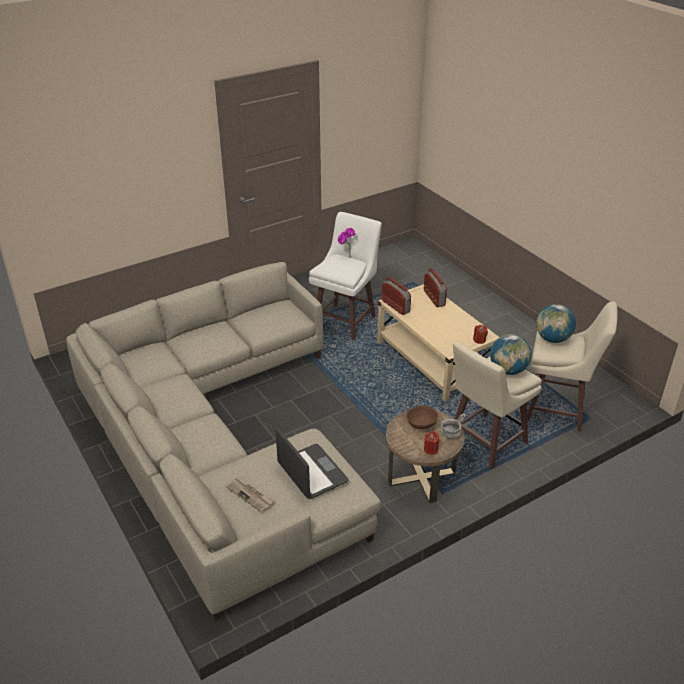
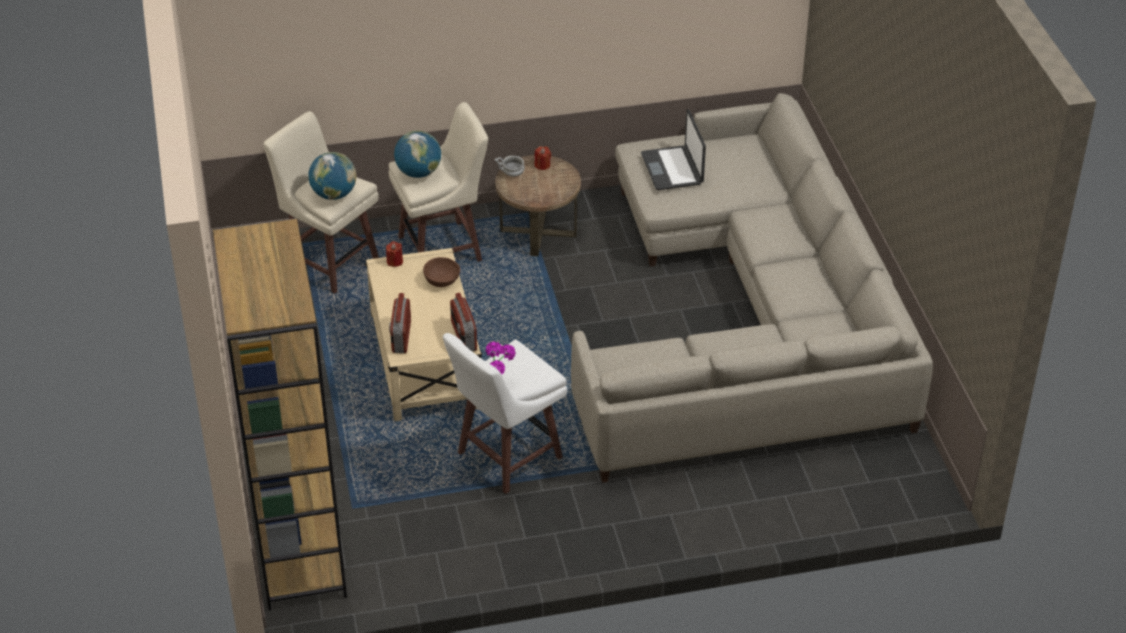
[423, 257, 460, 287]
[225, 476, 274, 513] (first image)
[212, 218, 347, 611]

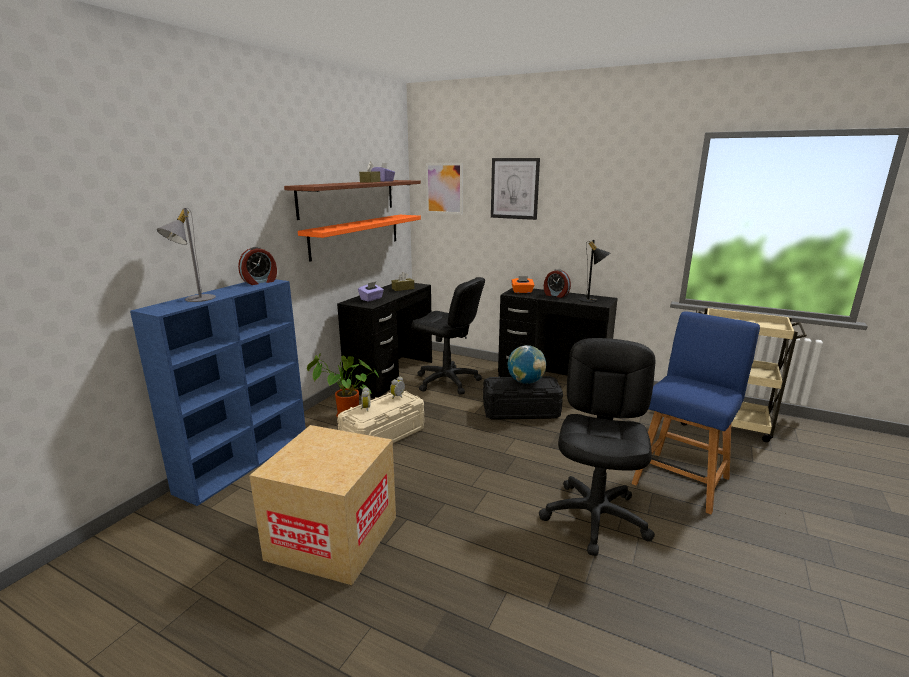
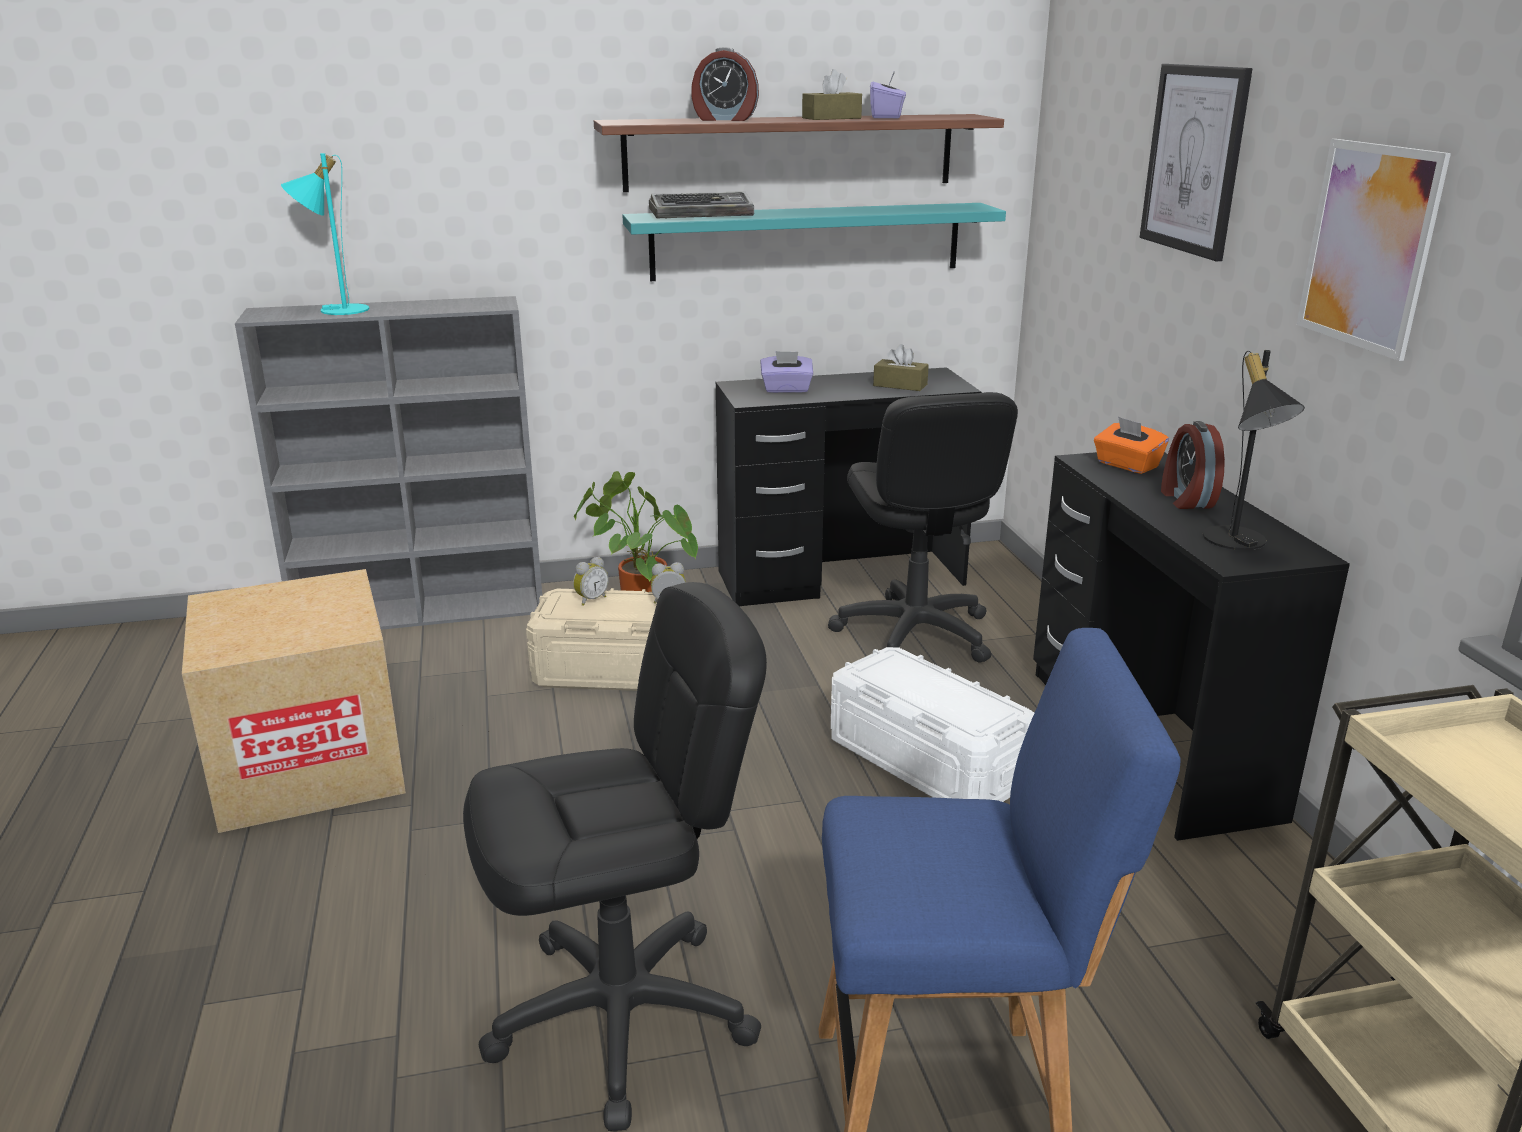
[1297, 139, 1451, 361]
[281, 153, 369, 315]
[623, 203, 1006, 281]
[691, 47, 759, 121]
[235, 296, 542, 630]
[508, 345, 546, 384] (first image)
[831, 647, 1034, 802]
[649, 191, 754, 219]

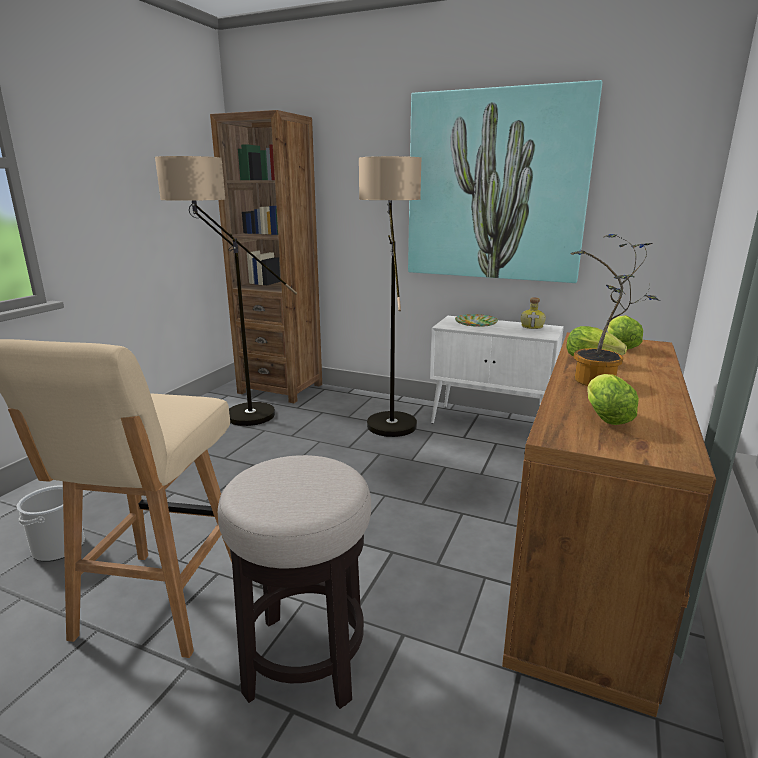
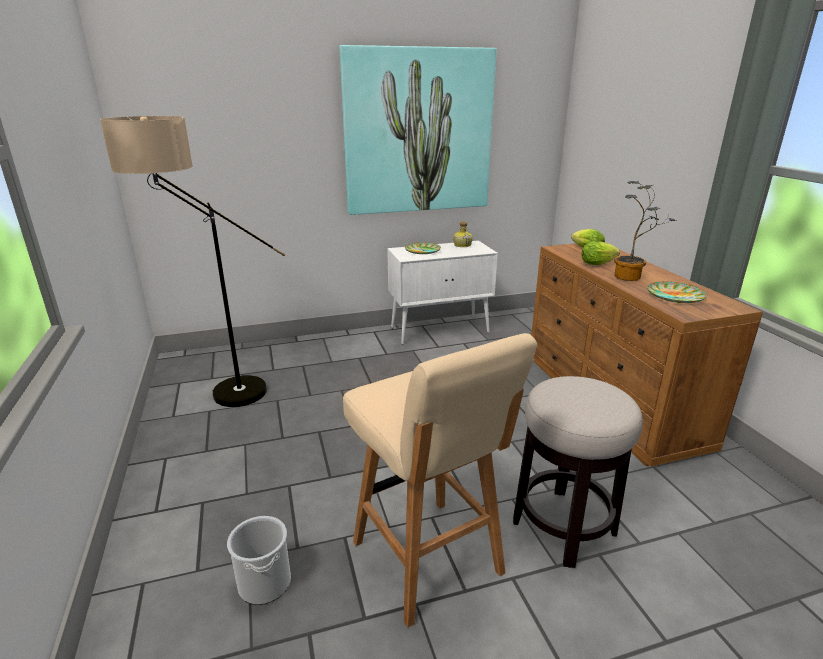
[210, 110, 322, 403] (first image)
[359, 156, 421, 437] (first image)
[647, 282, 707, 303]

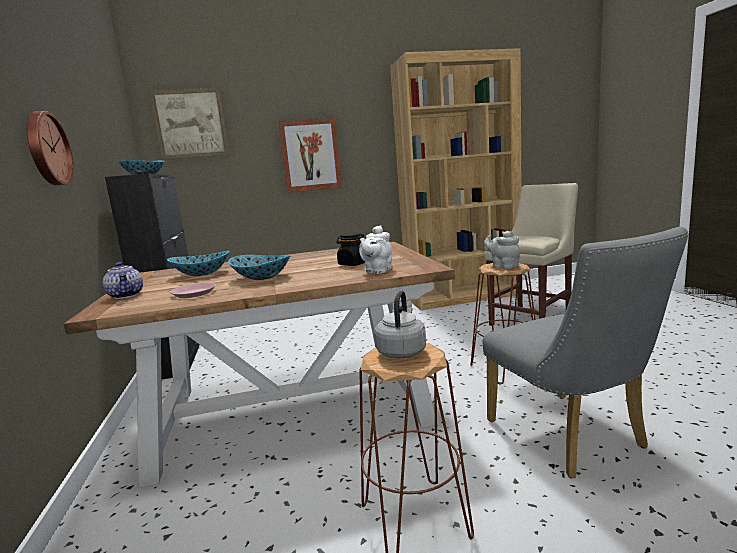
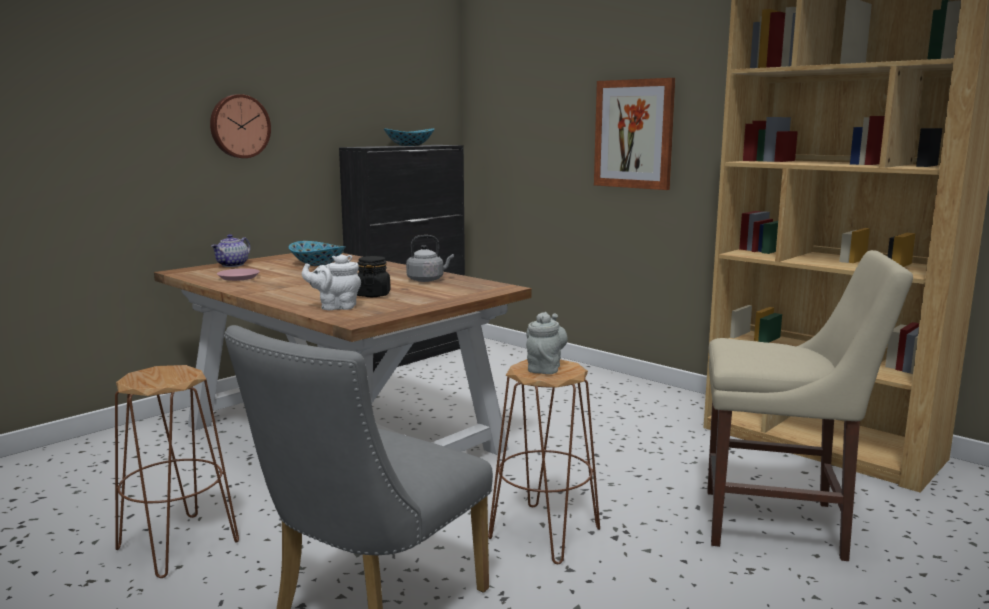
[149, 88, 229, 160] (first image)
[228, 255, 291, 280] (first image)
[406, 235, 454, 282]

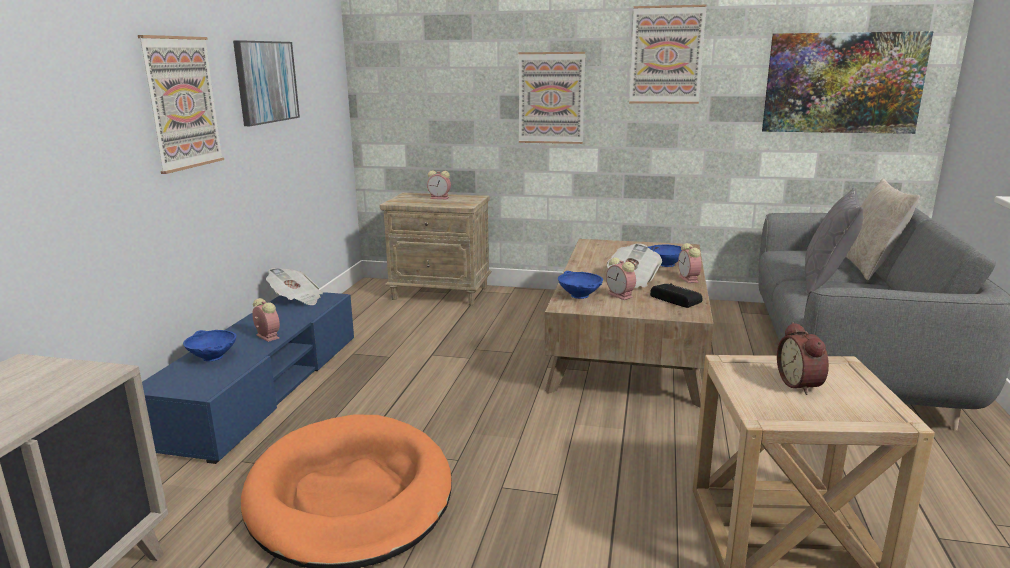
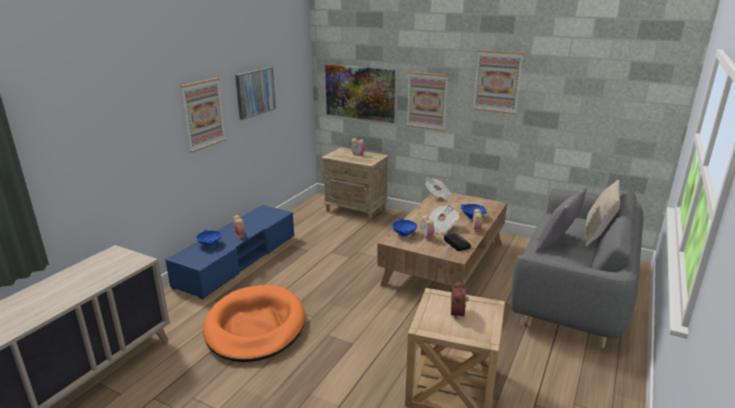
[325, 64, 395, 123]
[425, 178, 453, 201]

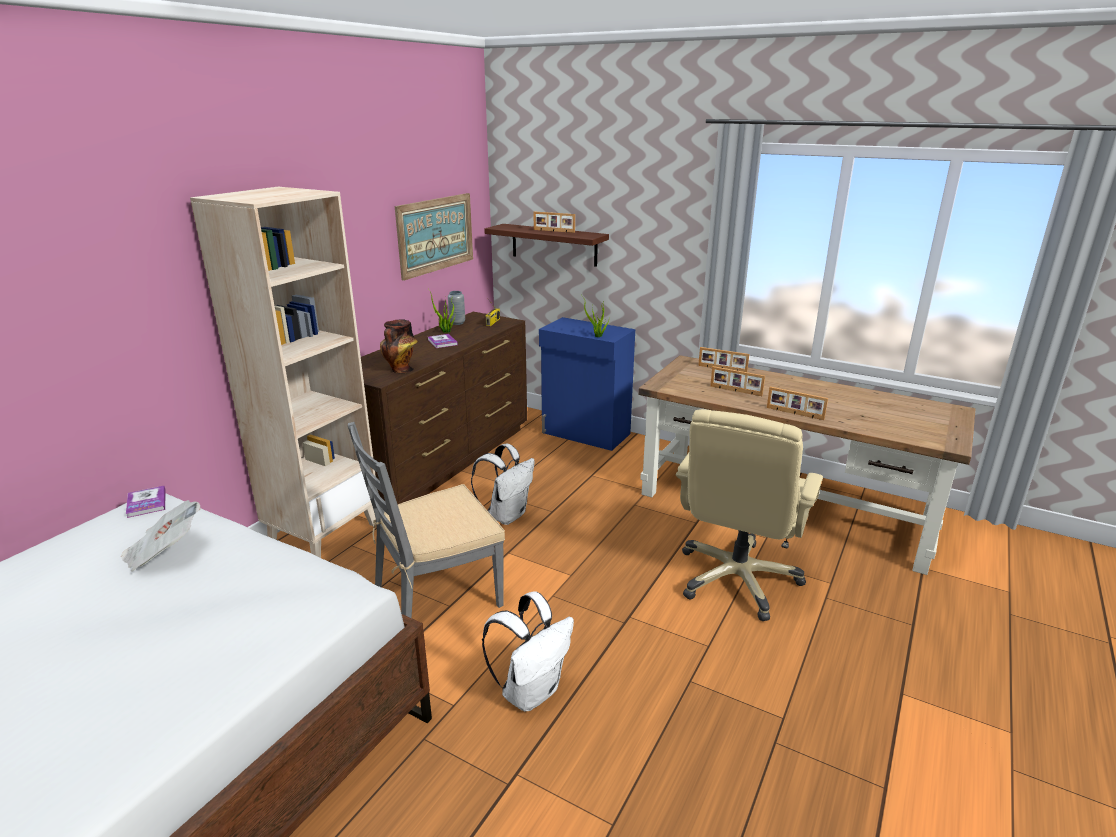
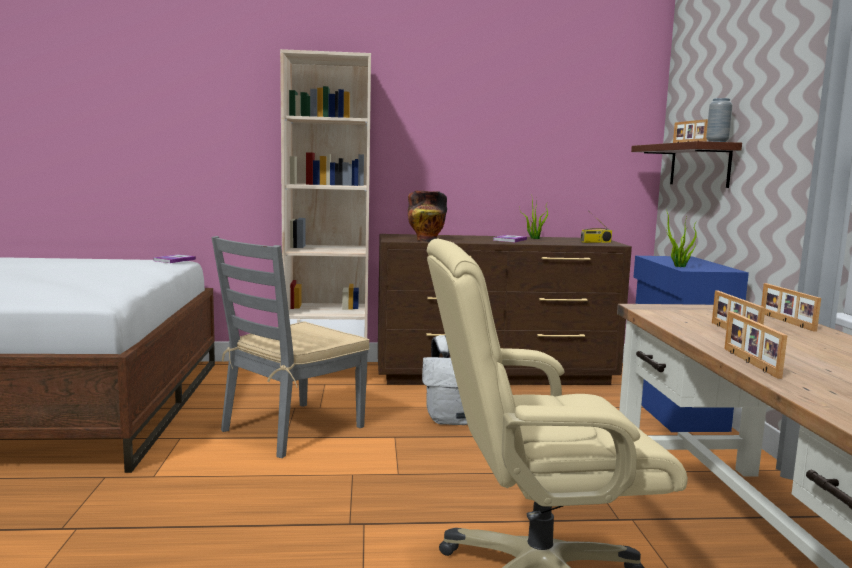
[395, 193, 473, 281] (first image)
[706, 98, 733, 142]
[212, 236, 369, 458]
[121, 500, 201, 571] (first image)
[482, 591, 574, 711] (first image)

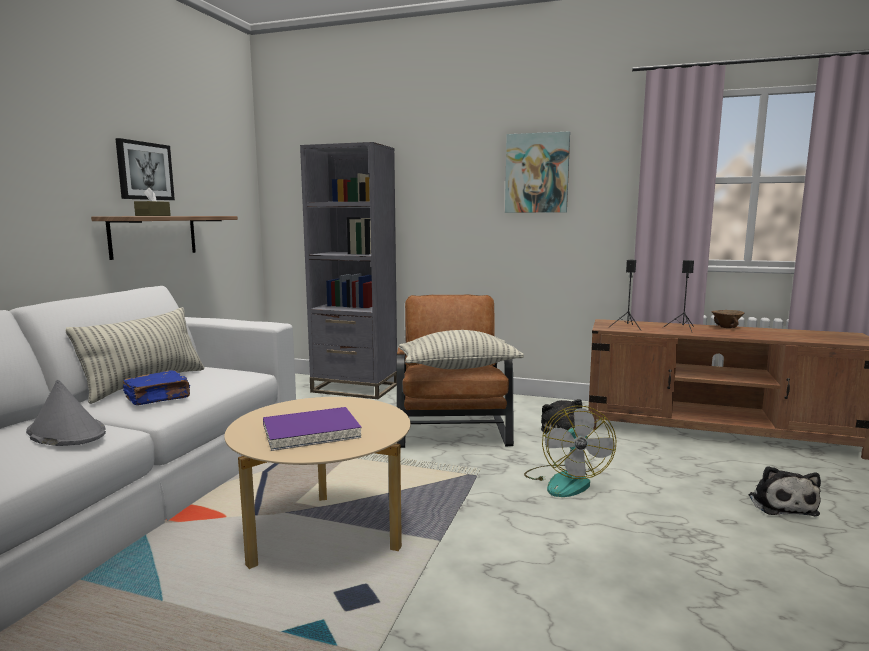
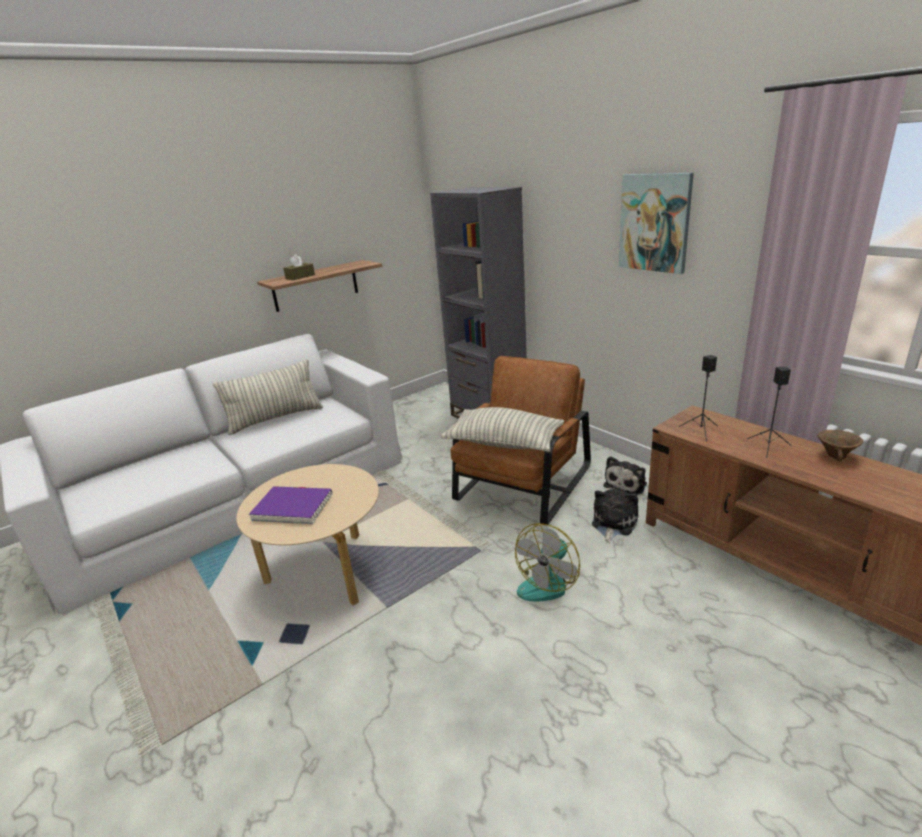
[115, 138, 175, 200] (first image)
[123, 370, 190, 405] (first image)
[26, 379, 106, 446] (first image)
[604, 456, 647, 495]

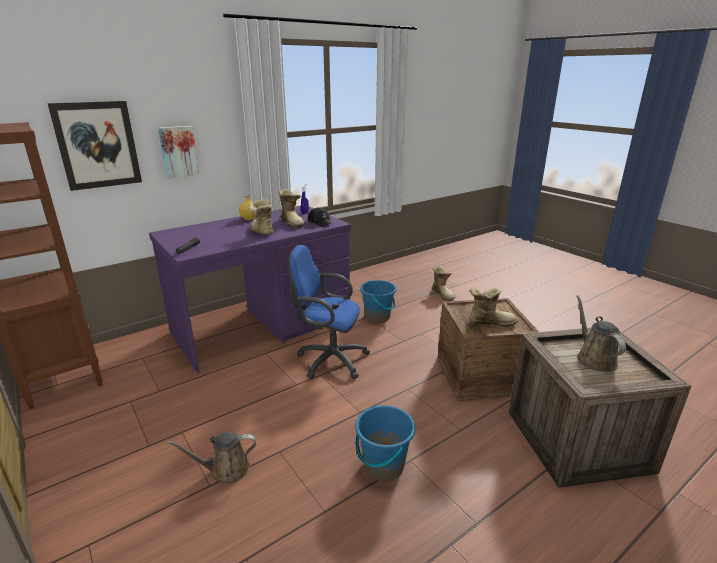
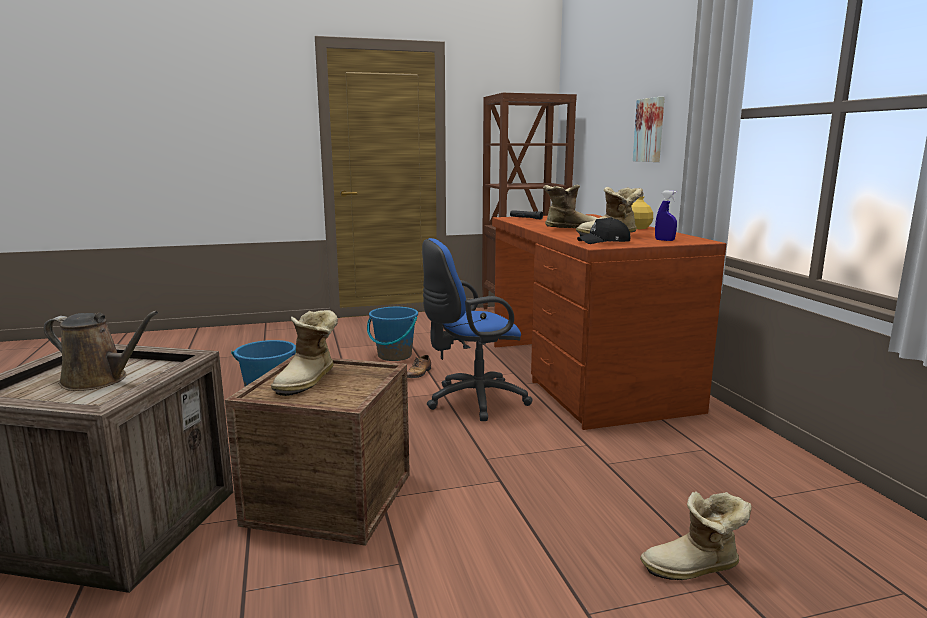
[47, 101, 142, 191] (first image)
[492, 214, 726, 430]
[422, 238, 532, 421]
[367, 307, 418, 361]
[167, 432, 256, 484] (first image)
[407, 355, 431, 378]

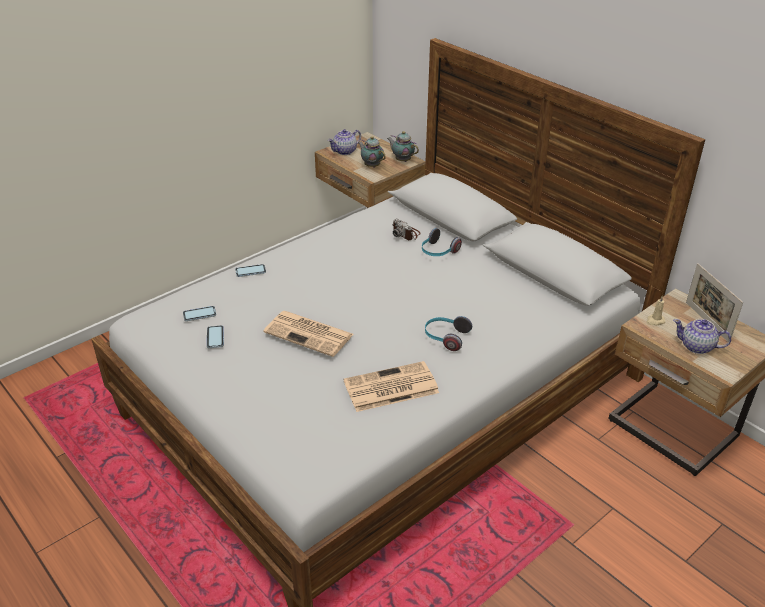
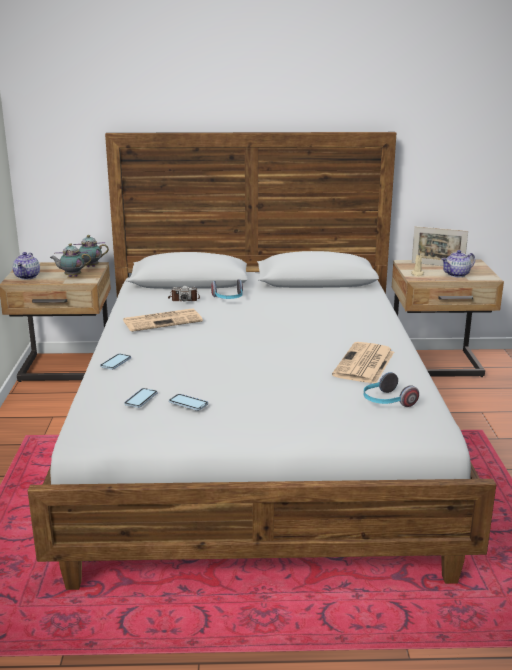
[123, 308, 203, 332]
[364, 372, 419, 407]

